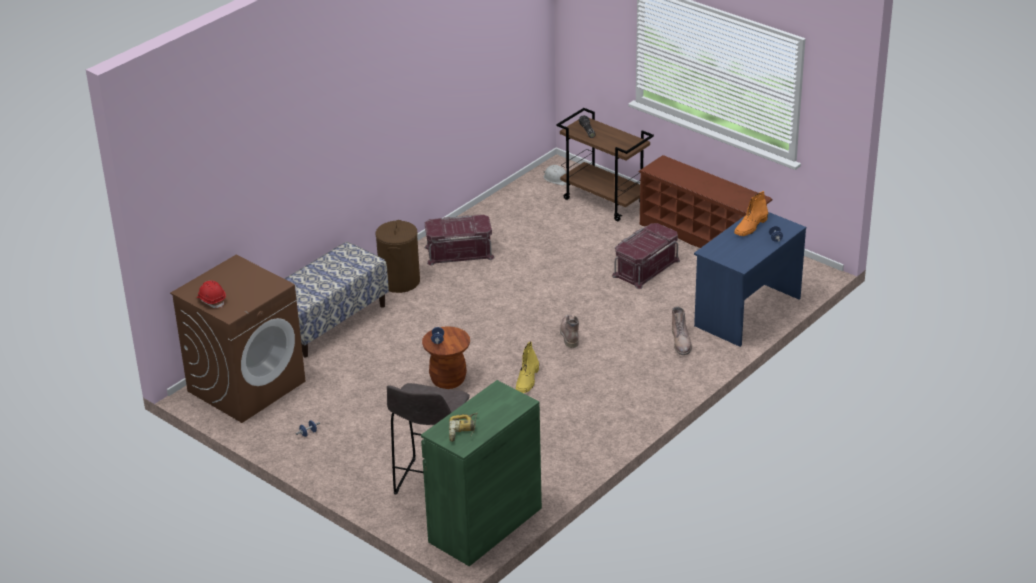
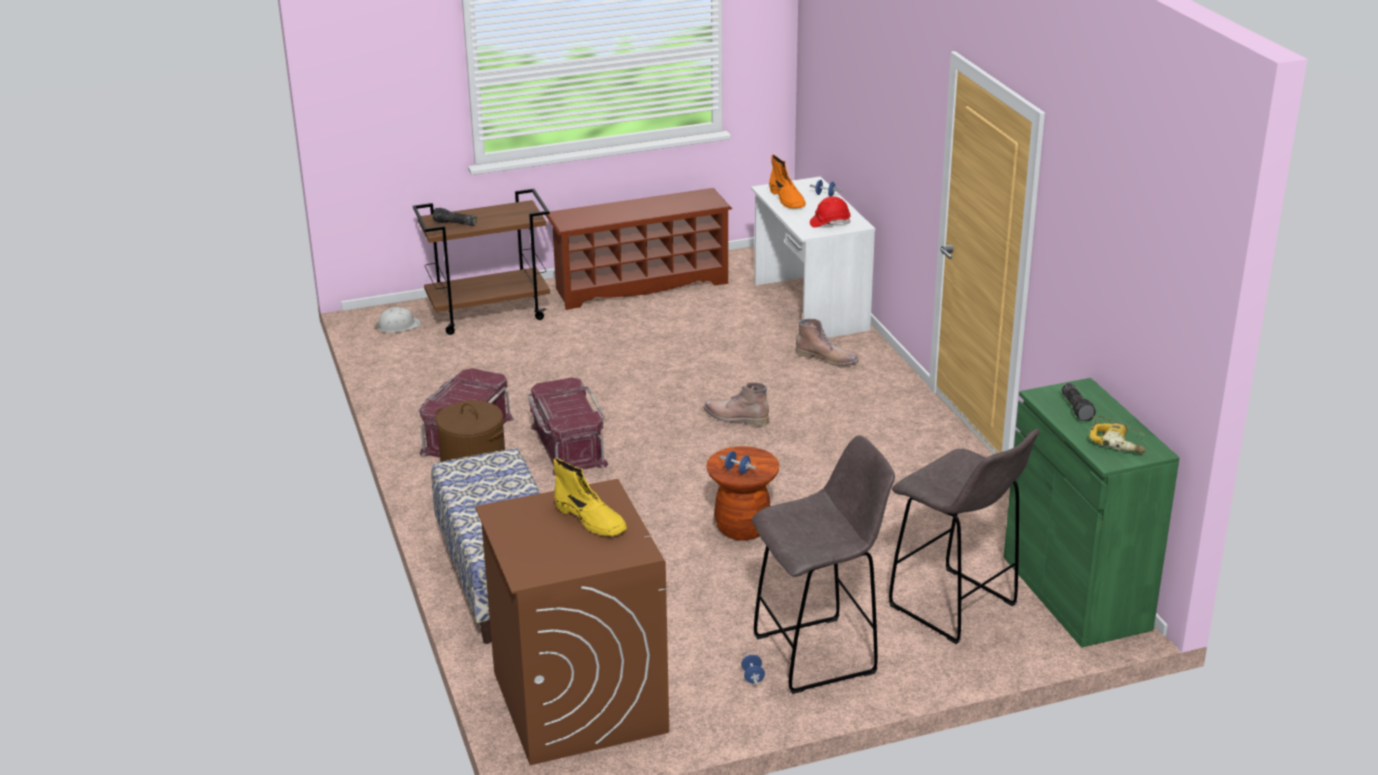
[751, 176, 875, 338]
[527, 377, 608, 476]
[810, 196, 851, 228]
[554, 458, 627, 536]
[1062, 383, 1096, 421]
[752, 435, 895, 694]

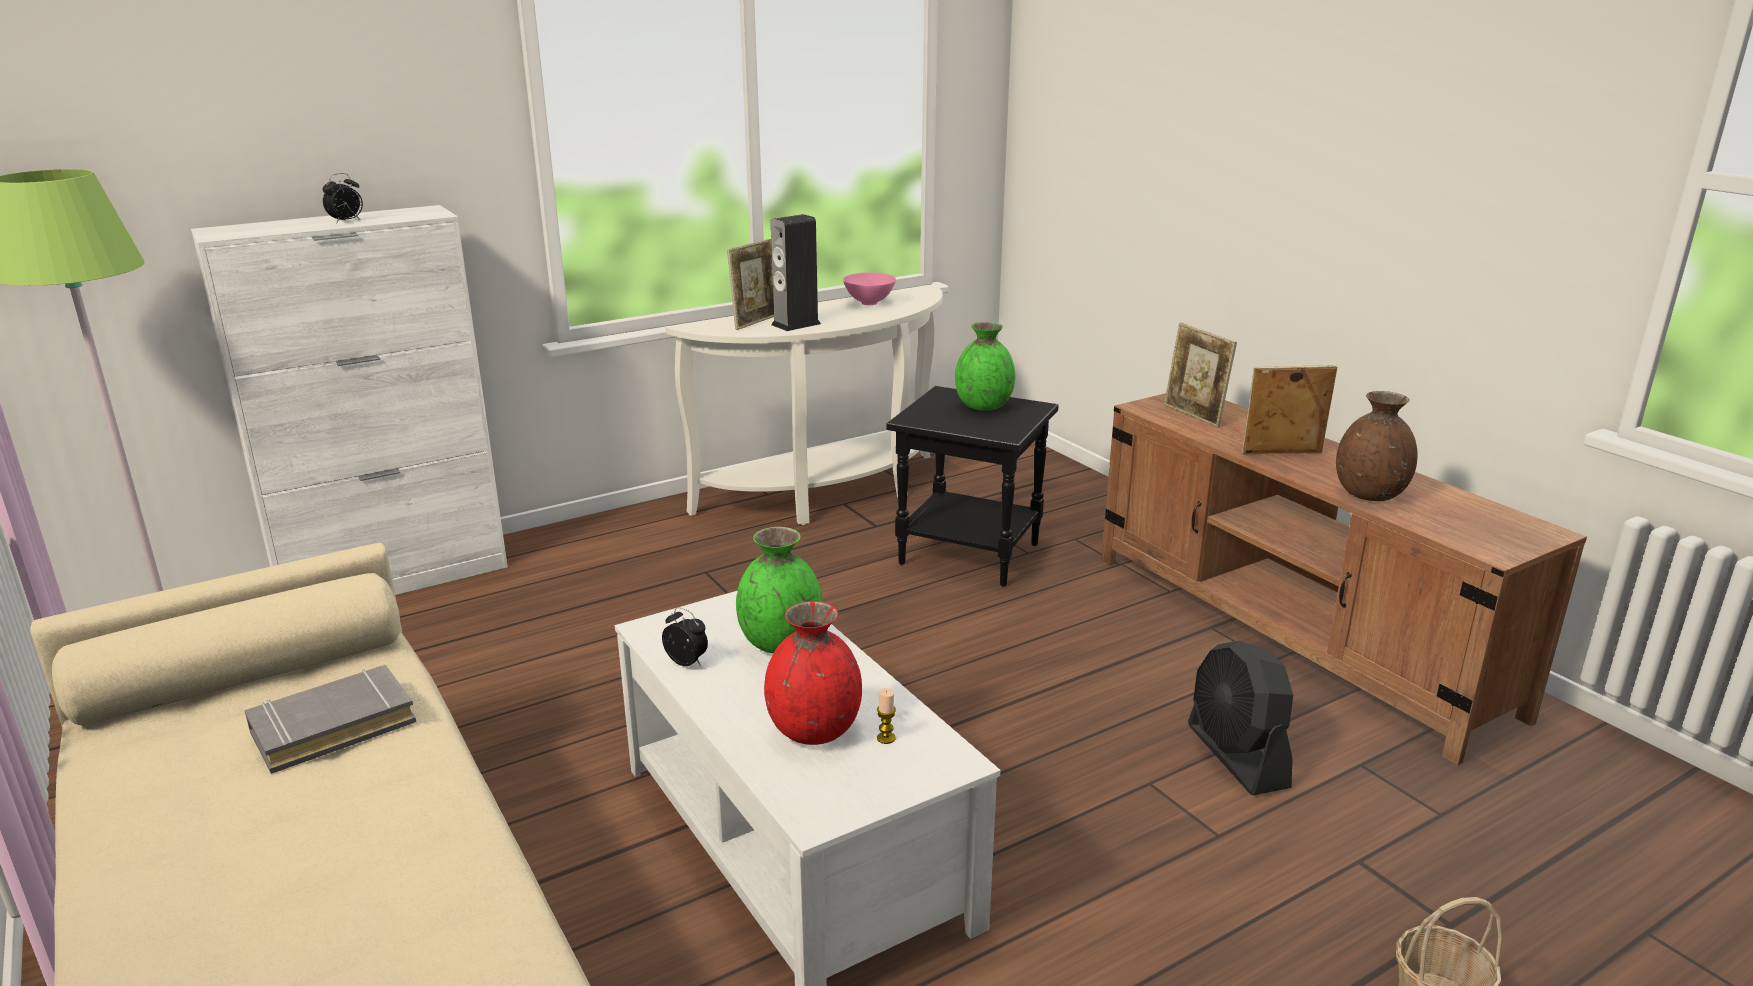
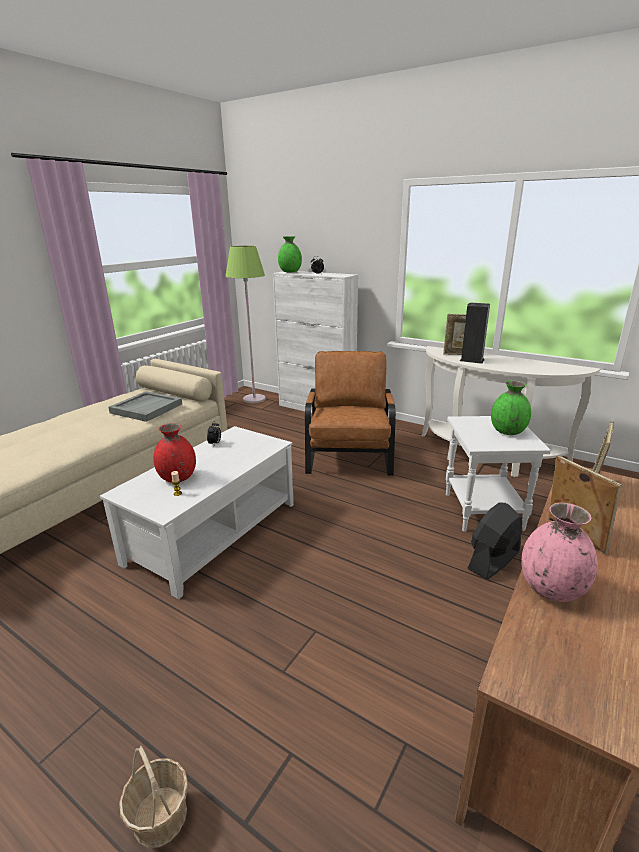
[843, 272, 896, 305] (first image)
[446, 416, 551, 532]
[521, 503, 598, 602]
[278, 236, 302, 272]
[467, 503, 523, 580]
[108, 391, 182, 422]
[305, 351, 396, 475]

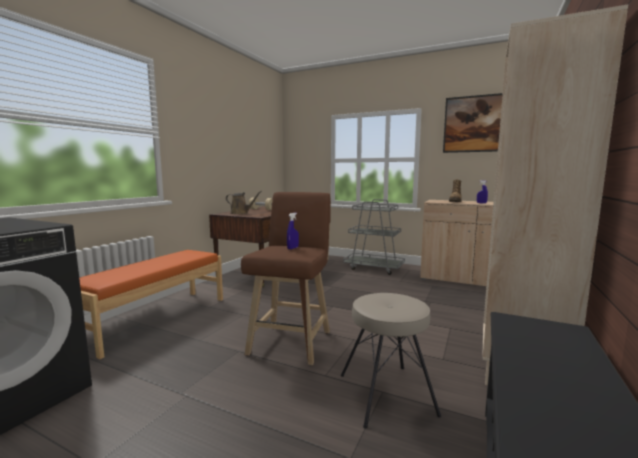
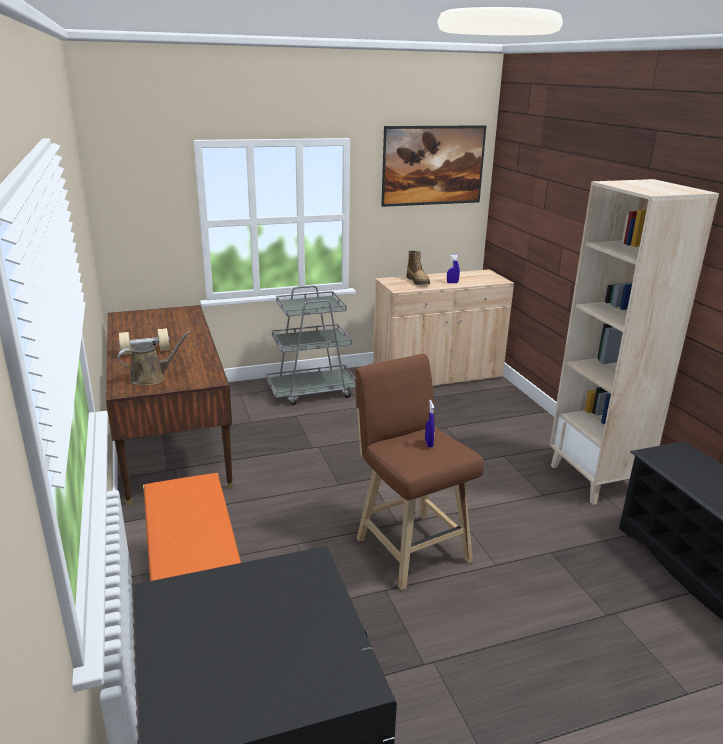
[341, 293, 441, 429] (first image)

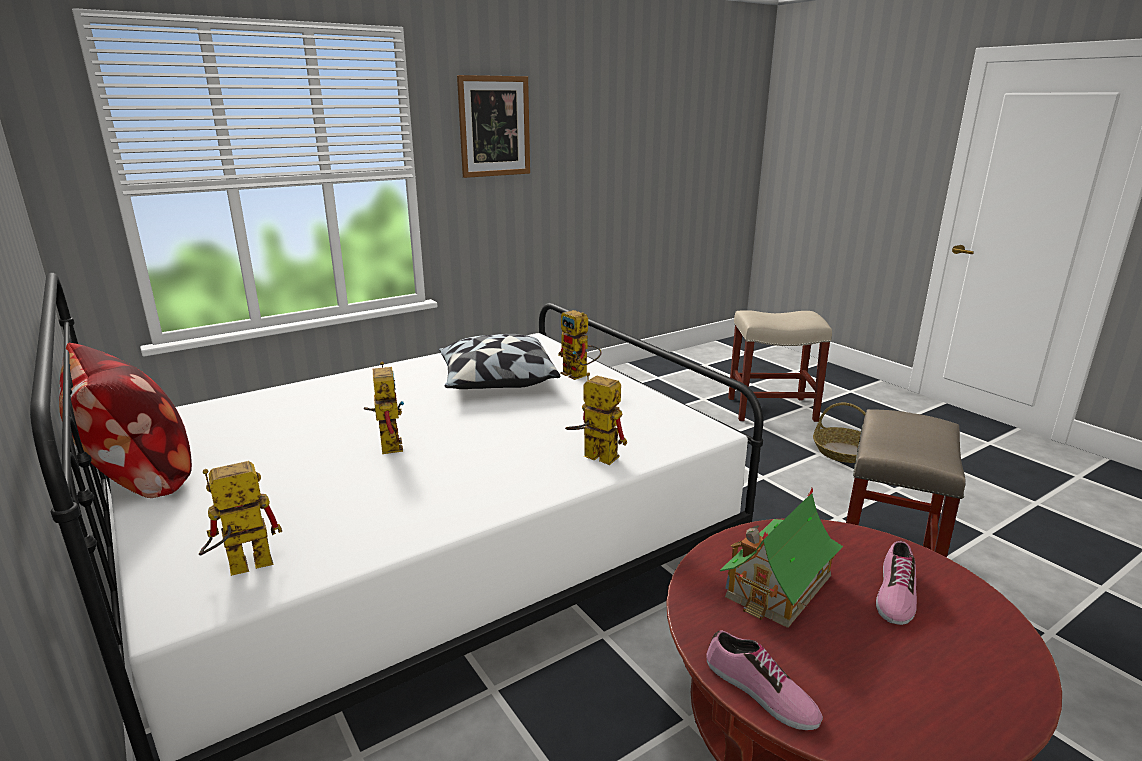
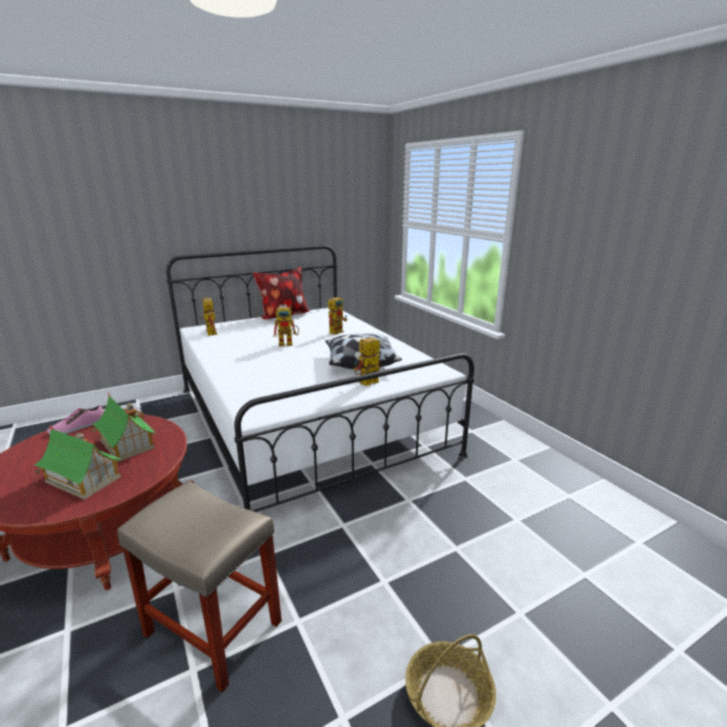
[457, 75, 530, 178] (first image)
[728, 310, 832, 422] (first image)
[328, 295, 347, 335]
[34, 425, 123, 500]

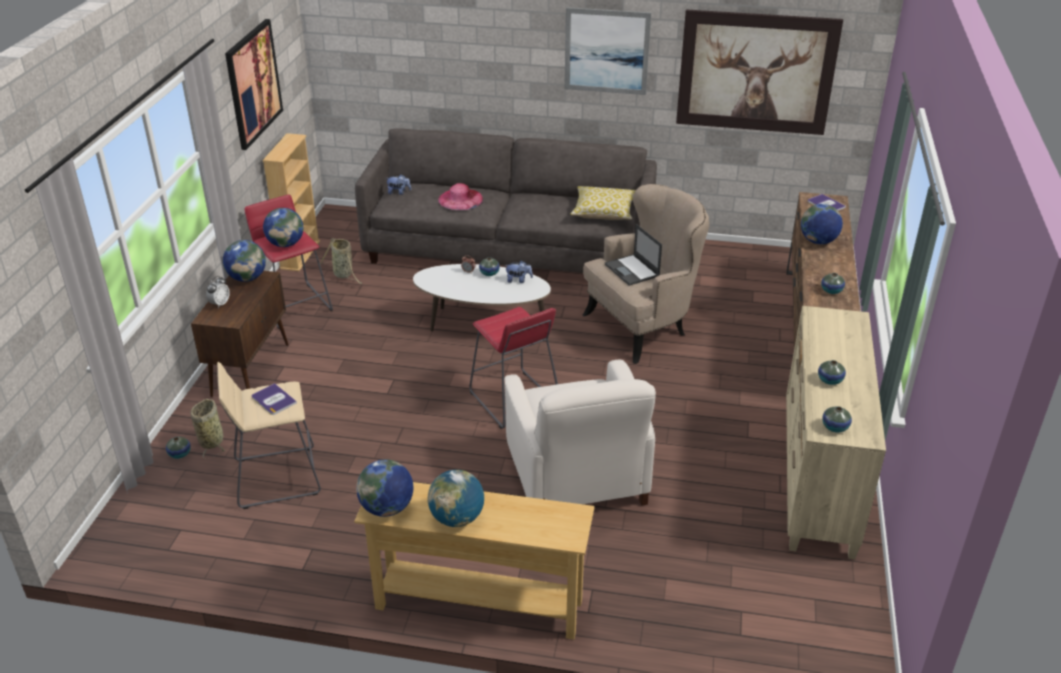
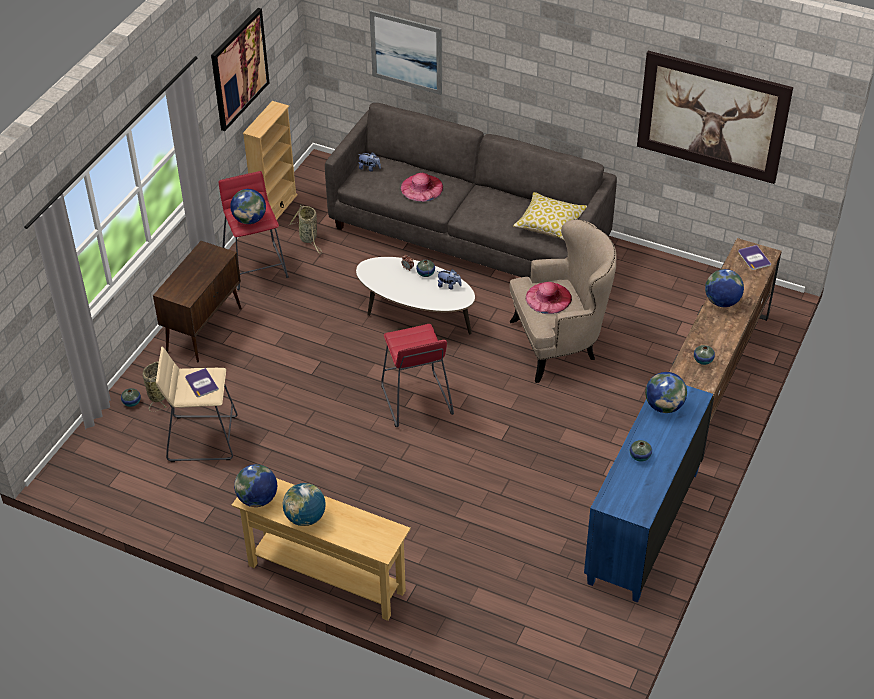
[369, 10, 442, 95]
[526, 282, 572, 314]
[645, 372, 687, 413]
[206, 276, 230, 308] (first image)
[584, 385, 713, 603]
[504, 360, 656, 506] (first image)
[822, 406, 852, 433] (first image)

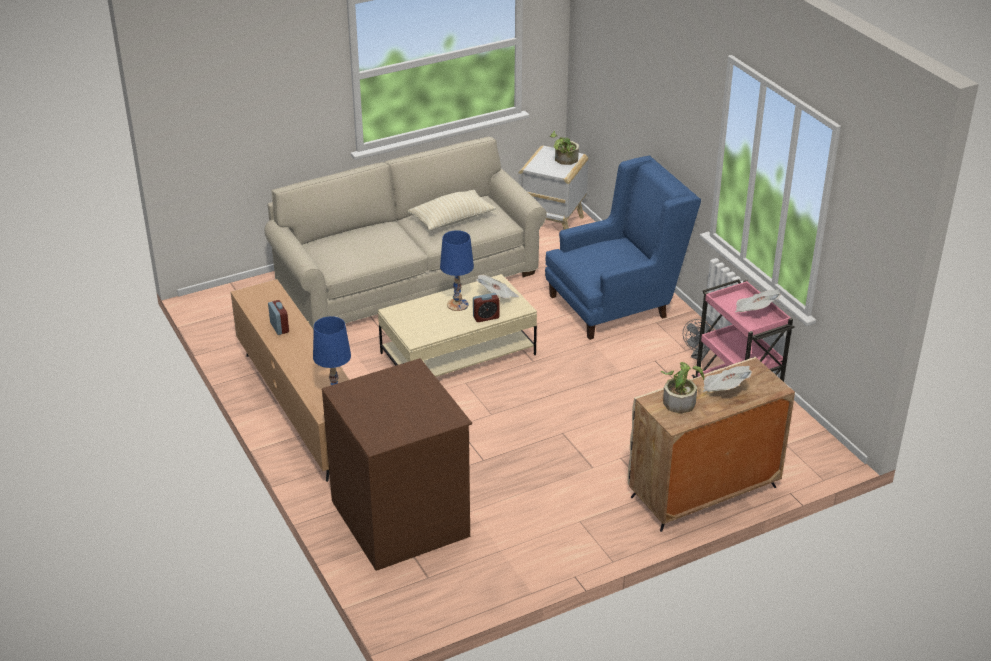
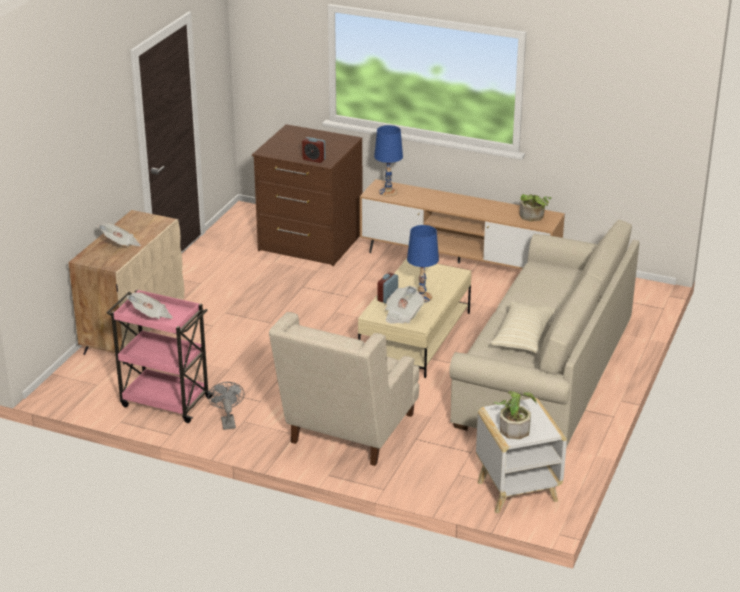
[269, 312, 419, 466]
[302, 137, 325, 163]
[519, 194, 552, 222]

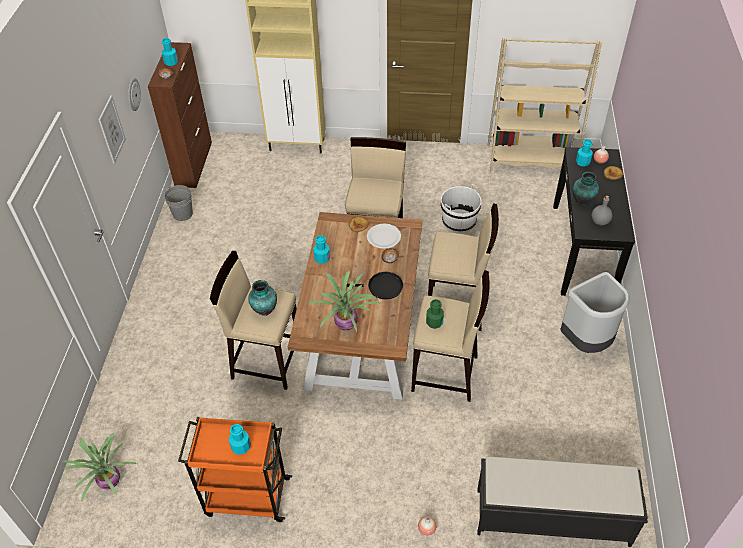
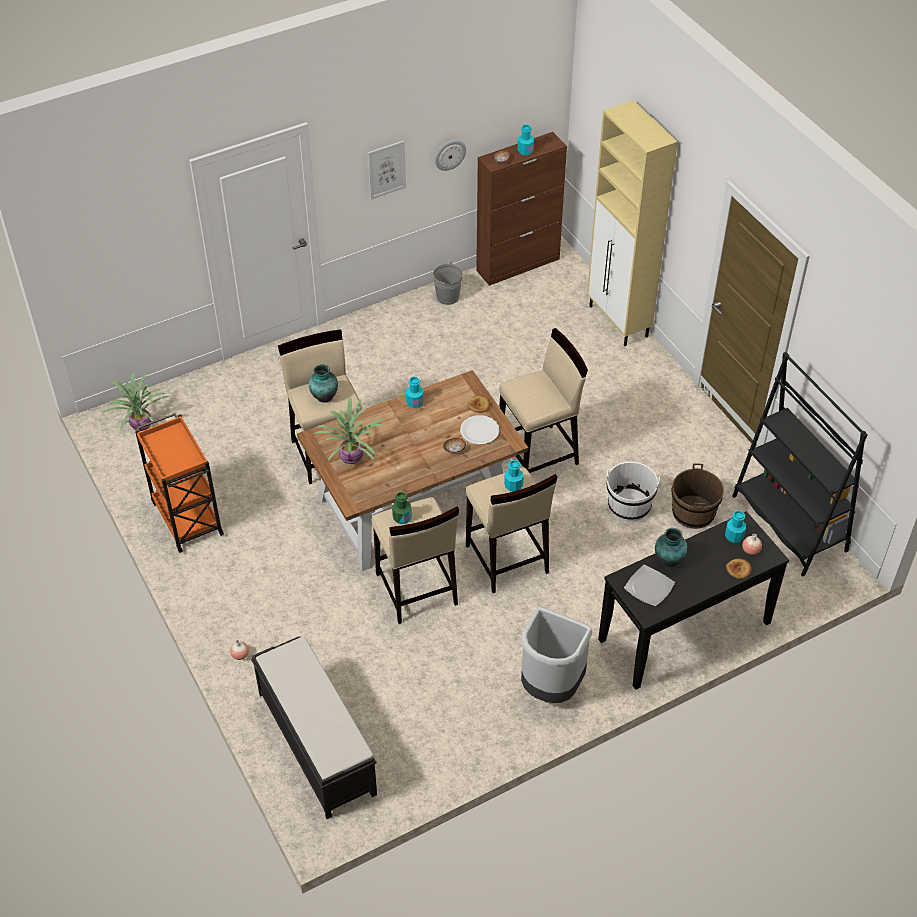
[732, 352, 868, 576]
[624, 565, 675, 606]
[346, 272, 403, 299] (first image)
[504, 460, 524, 492]
[672, 463, 724, 529]

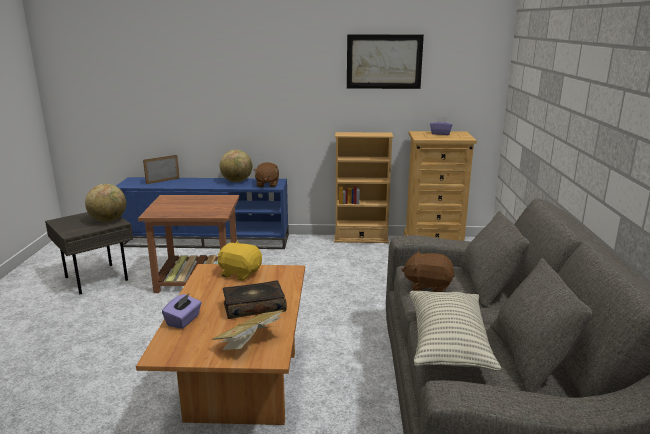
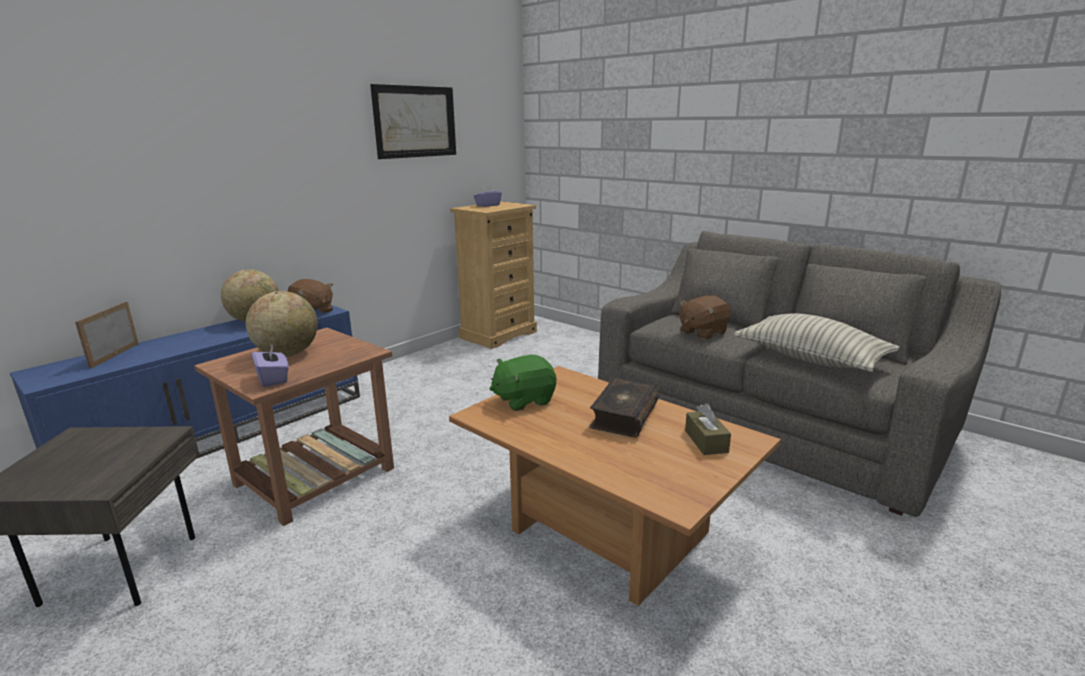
[334, 132, 393, 243] (first image)
[246, 291, 318, 357]
[490, 355, 556, 411]
[252, 345, 289, 387]
[685, 403, 731, 455]

